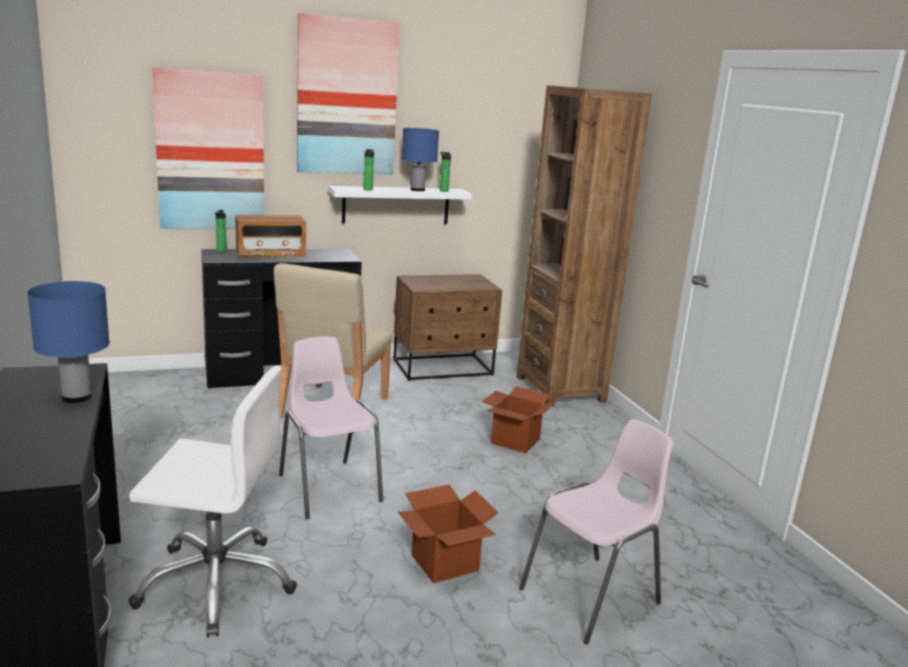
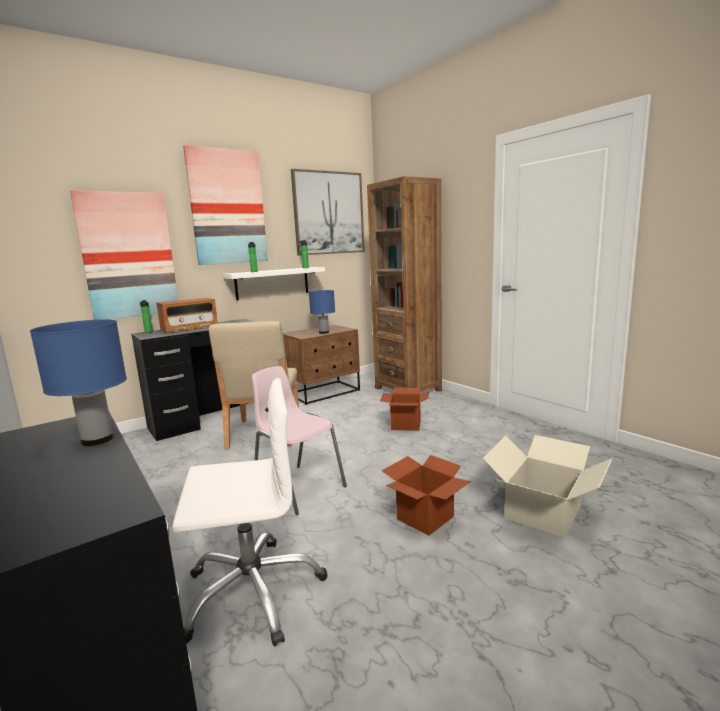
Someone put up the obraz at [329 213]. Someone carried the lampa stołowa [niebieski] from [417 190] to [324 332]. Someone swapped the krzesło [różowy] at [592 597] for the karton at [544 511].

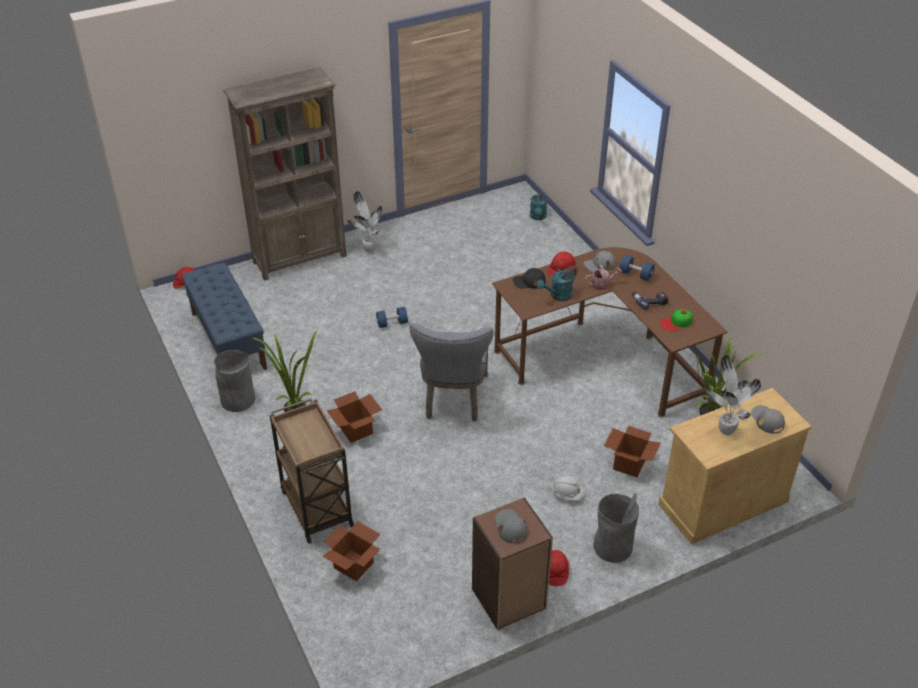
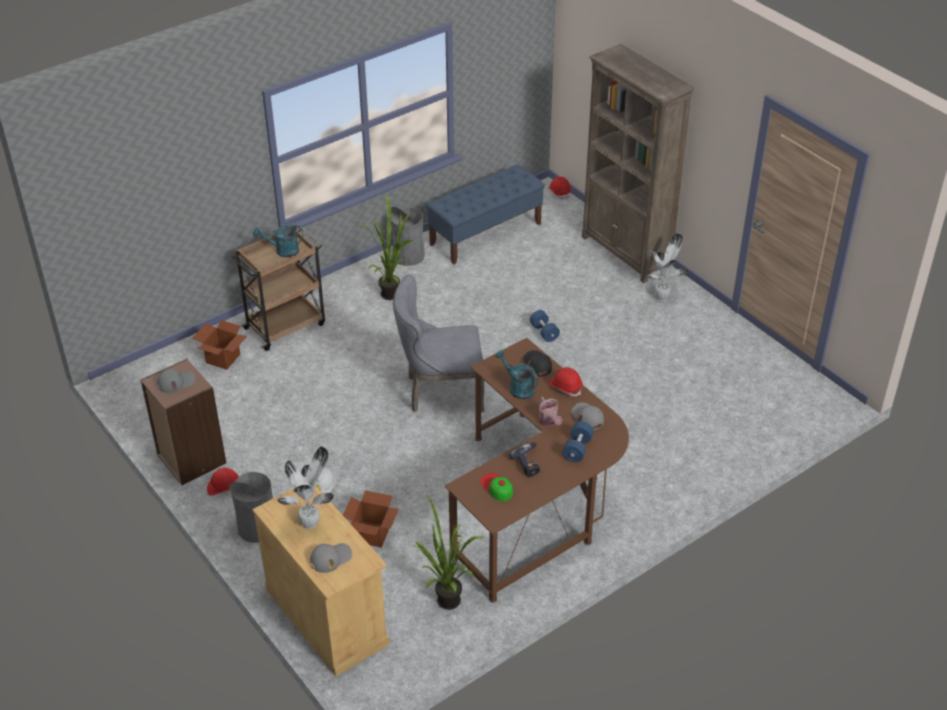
Someone carried the konewka [turkusowy] from [538 217] to [282 251]. Someone took away the karton at [355 430].

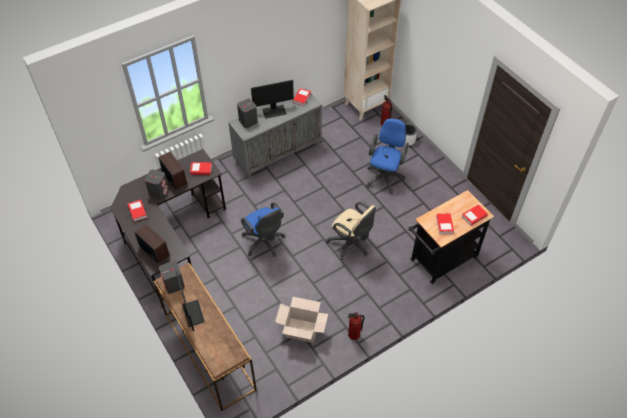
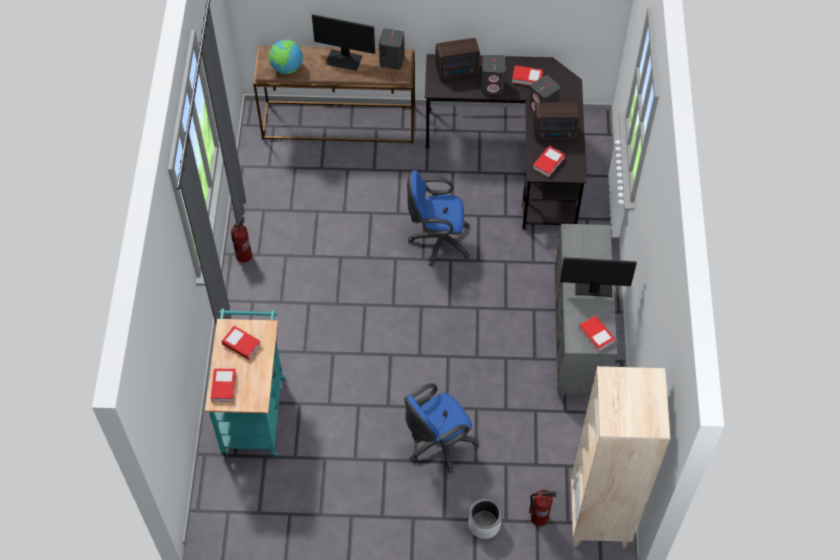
Someone repainted the wózek [czarny] at [440 261], which became the wózek [turkusowy] at [254 410]. Someone put down the globus at [287 68]. Someone rotated the krzesło biurowe [niebieski] at [385 176] by 90 degrees clockwise. Someone carried the głośnik [szary] from [248 121] to [492 86]. Someone rotated the monitor at [274 111] by 75 degrees clockwise. Someone took away the karton at [301 330]. Someone took away the krzesło biurowe [beżowy] at [351 244].

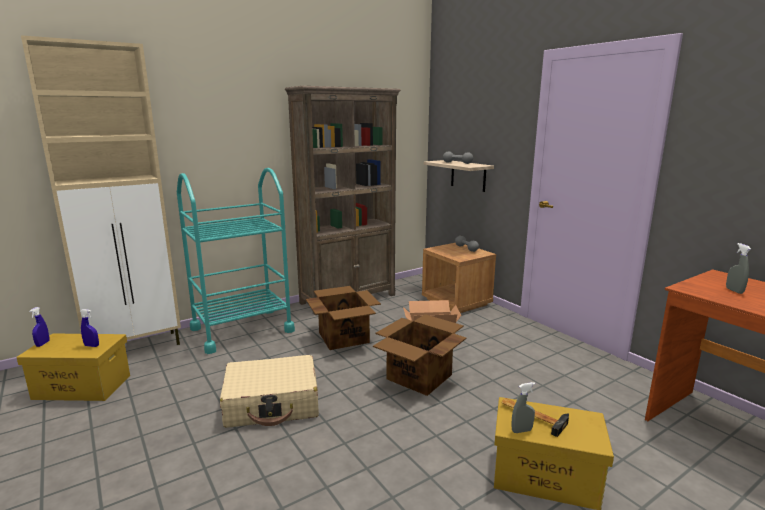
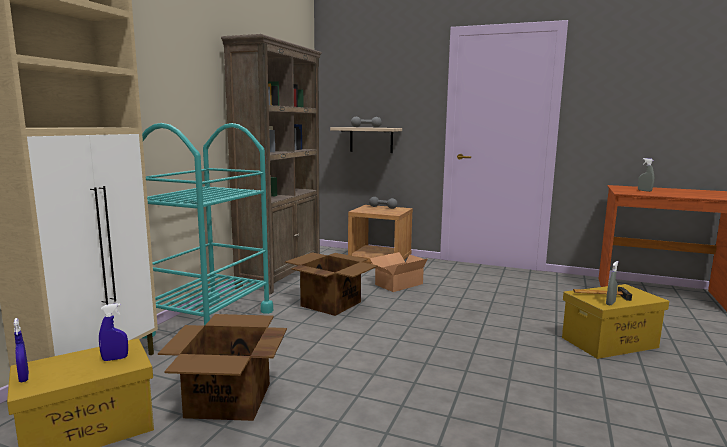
Someone carried the karton from [418 377] to [228 400]. Someone took away the walizka [beżowy] at [272 403].

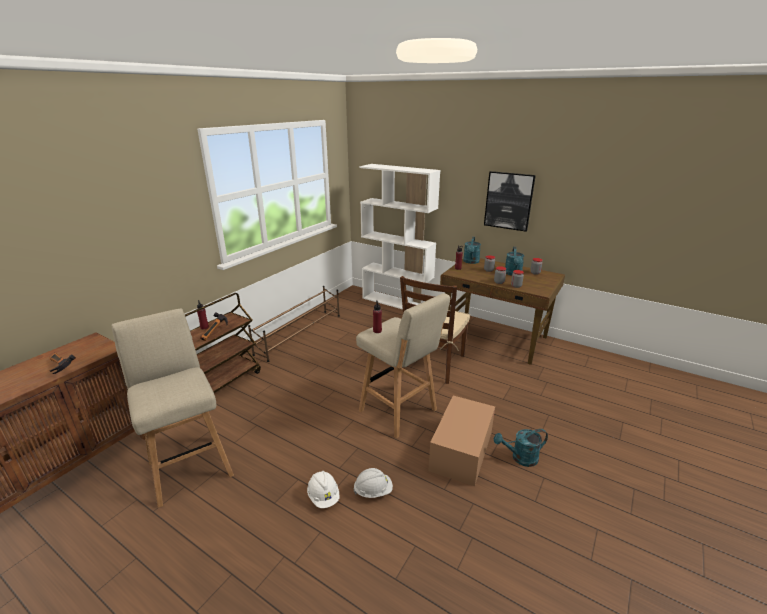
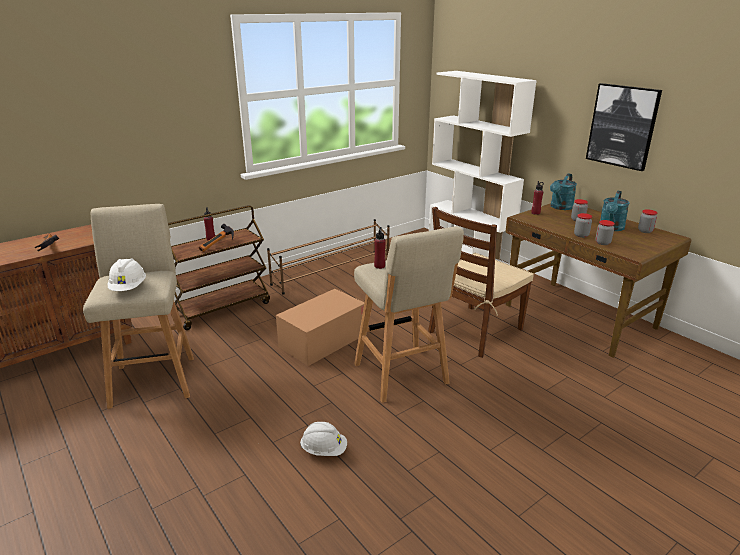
Someone carried the kask [biały] from [323 496] to [129 288]. Someone carried the karton from [461 451] to [323 340]. Someone took away the konewka [turkusowy] at [520 458].

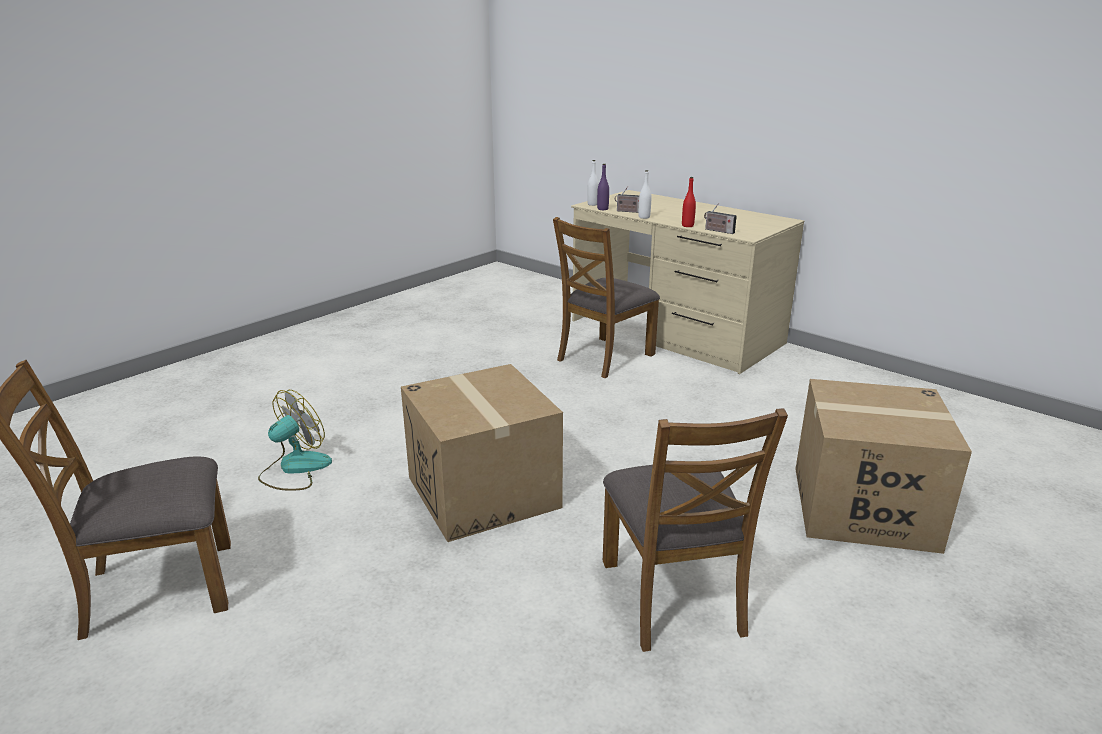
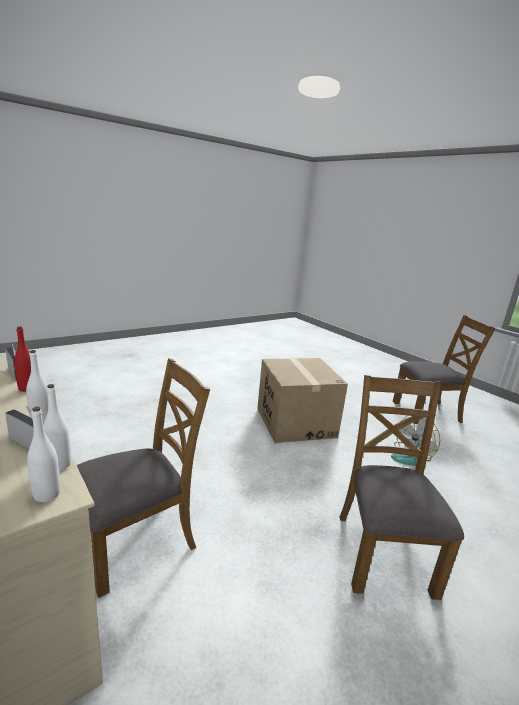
Someone repainted the butelka [fioletowy] at [602 209], which became the butelka [biały] at [59 464]. Someone carried the krzesło [brązowy] from [673 597] to [382 552]. Someone took away the karton at [863 507].

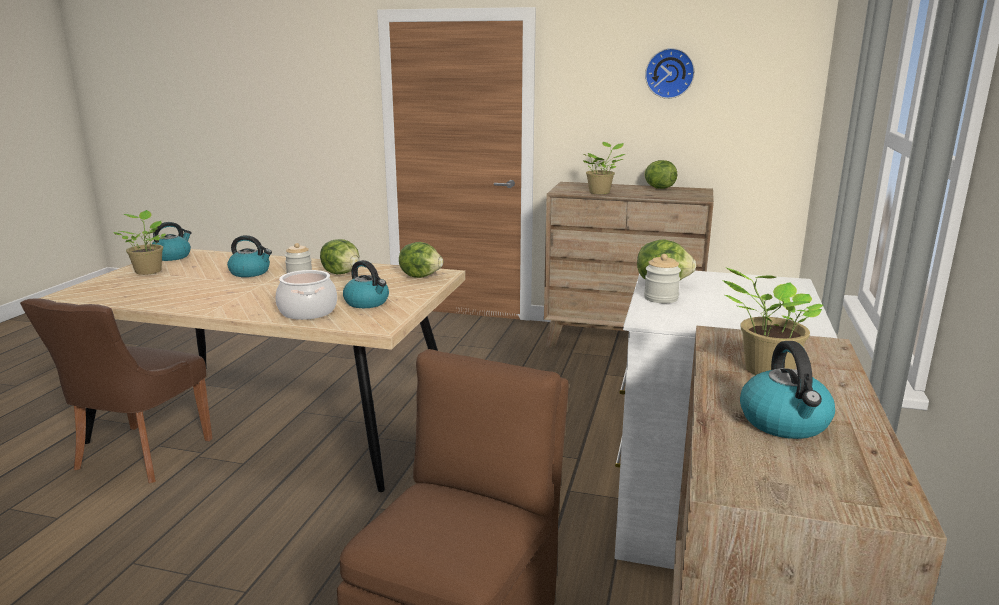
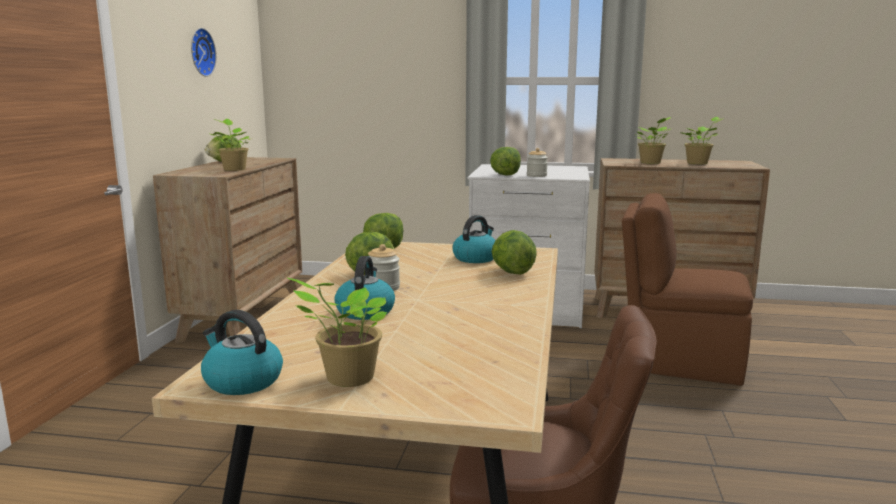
Someone swapped the garnek at [307 311] for the sałata at [511 272]. Someone swapped the czajnik at [785 423] for the roślina doniczkowa at [699 163].

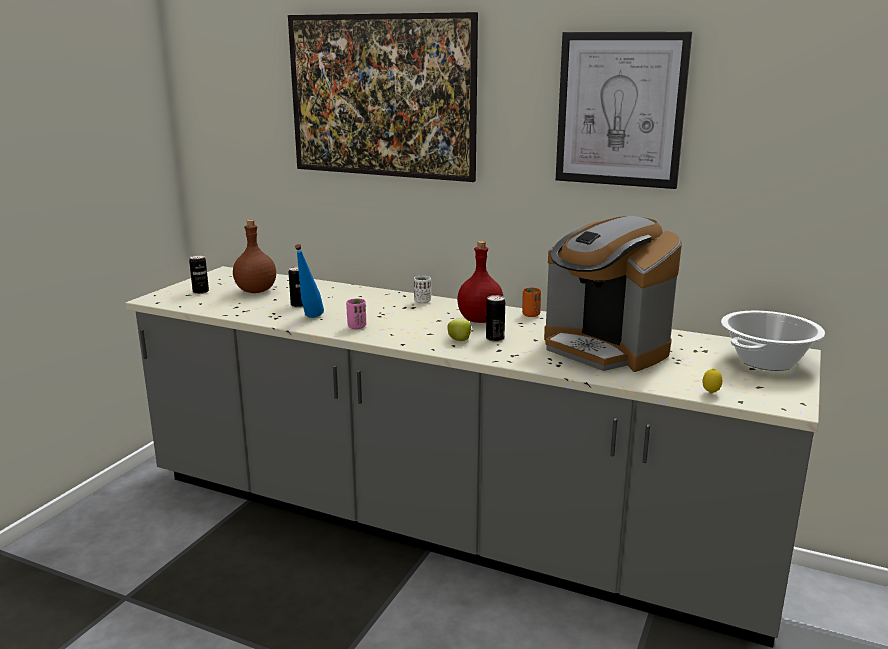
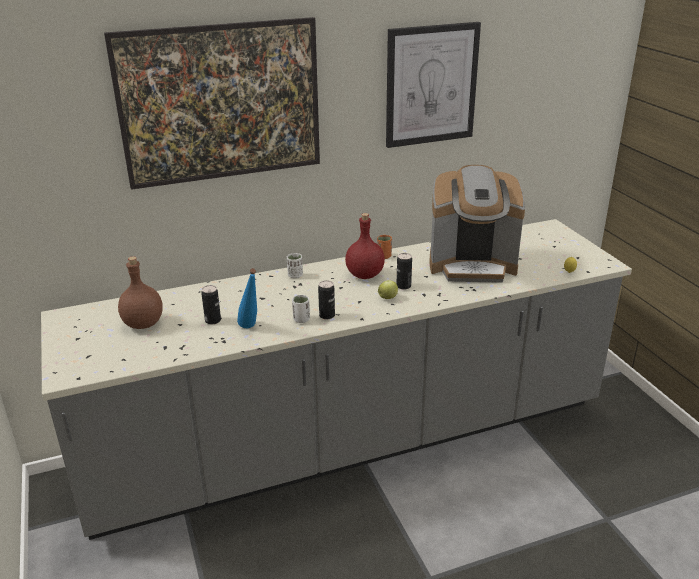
Someone repainted the filiżanka [różowy] at [356 327], which became the filiżanka [biały] at [301 319]. Someone carried the puszka from [200 291] to [327 315]. Someone took away the garnek at [766 361].

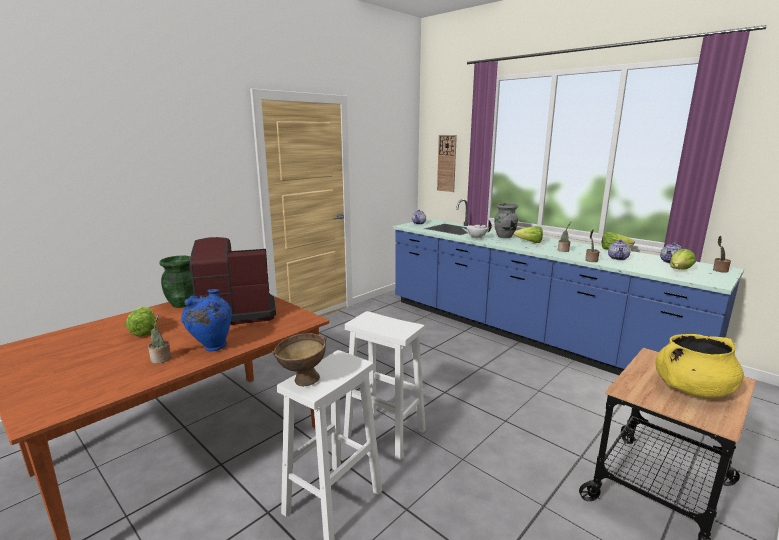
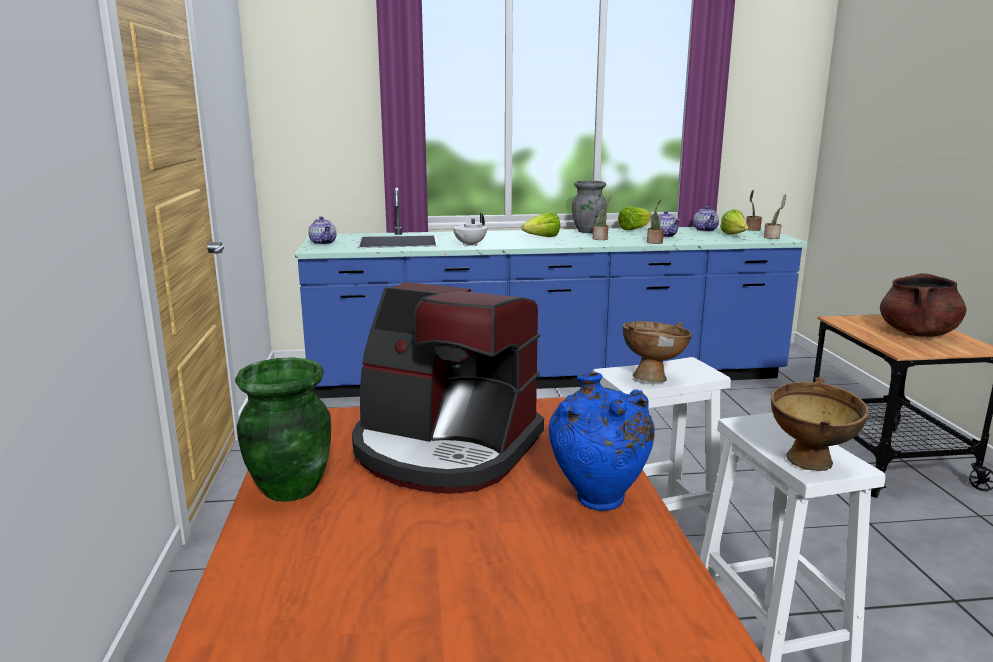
Someone rotated the ekspres do kawy at [235 312] by 90 degrees counterclockwise. Someone carried the wazon [szary] from [505 236] to [588 231]. Someone put down the miska [brązowy] at [654 377]. Someone carried the roślina doniczkowa from [161 359] to [772 237]. Someone repainted the garnek [żółty] at [692 389], which became the garnek [brązowy] at [917 333]. Someone took away the sałata at [144 331]. Someone took away the zegar ścienny at [447 163].

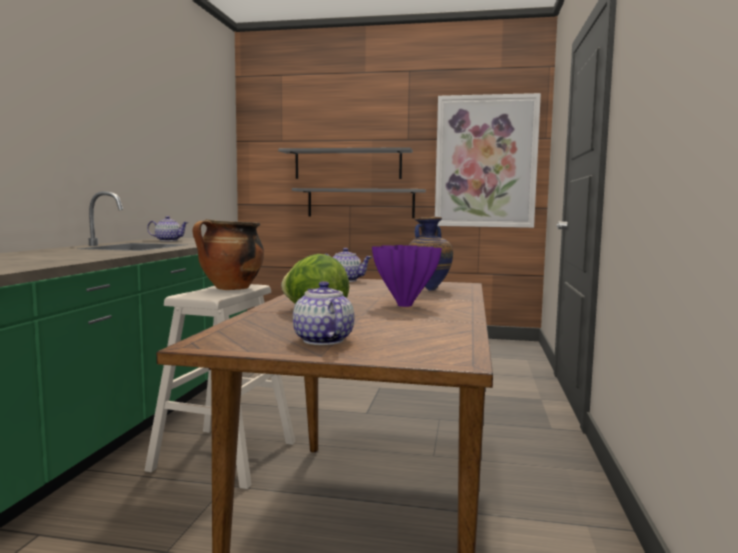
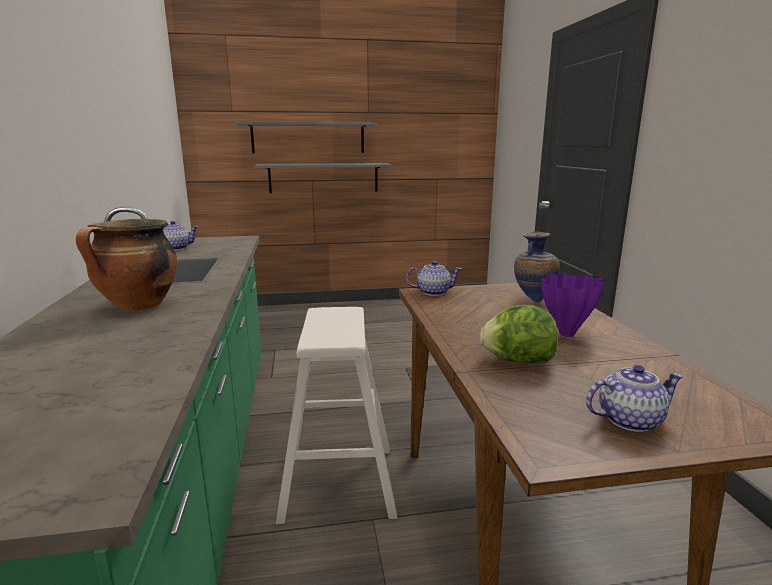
Someone carried the garnek from [231 288] to [138 306]. Someone rotated the imbryk at [322 340] by 120 degrees clockwise. Someone took away the obraz at [485 162].

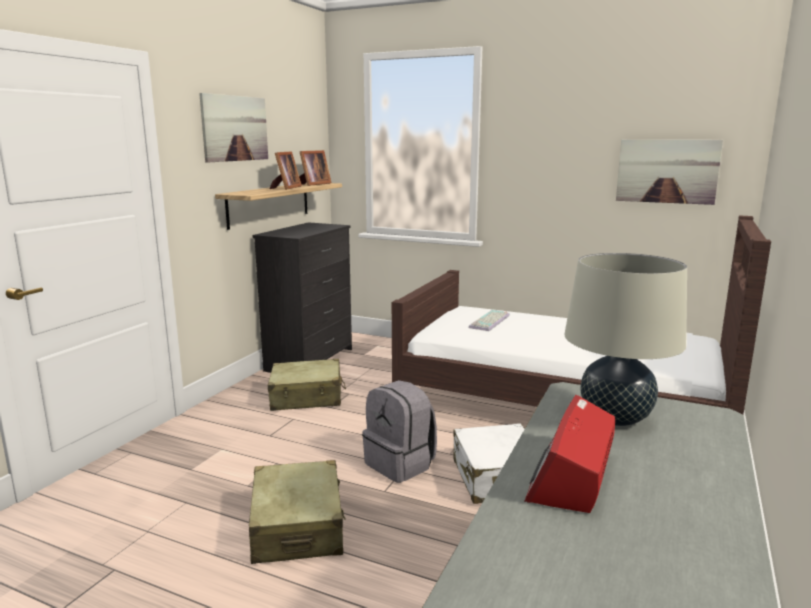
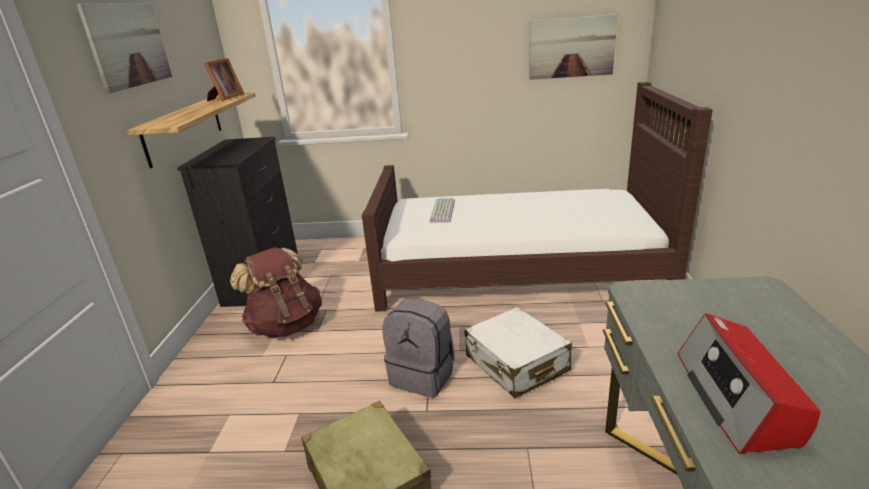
Someone swapped the walizka [beżowy] at [307 397] for the plecak [brązowy] at [286 325]. Someone took away the ramka na zdjęcie at [286 188]. Someone took away the lampa stołowa [beżowy] at [615 418].

